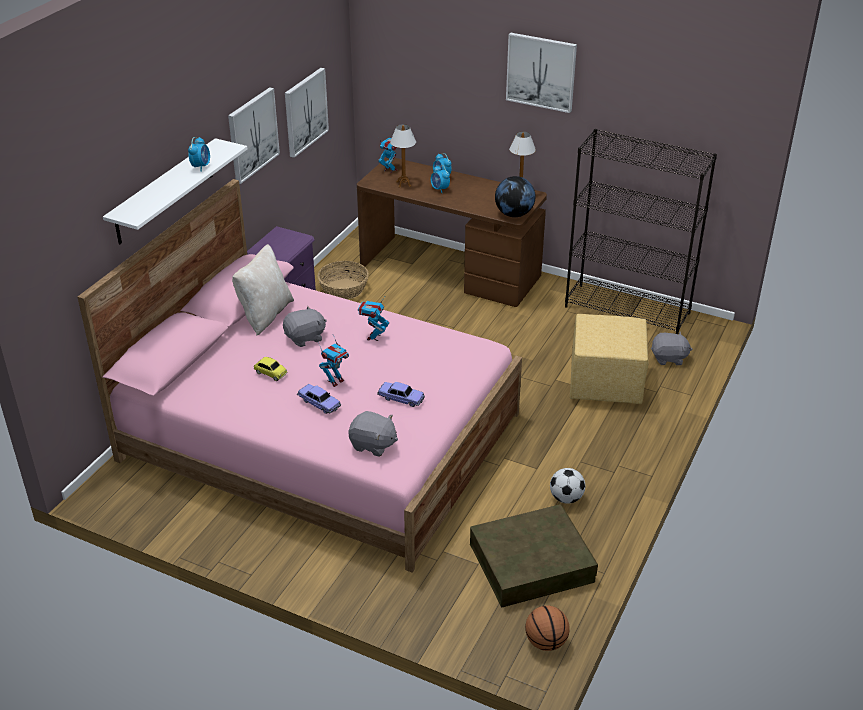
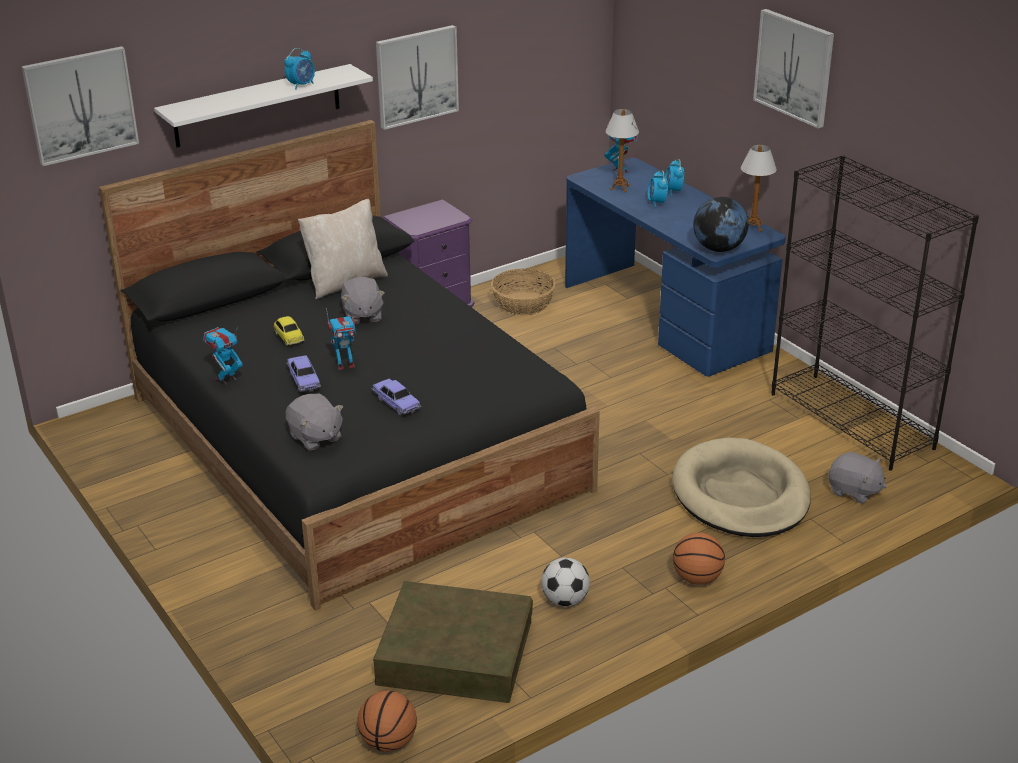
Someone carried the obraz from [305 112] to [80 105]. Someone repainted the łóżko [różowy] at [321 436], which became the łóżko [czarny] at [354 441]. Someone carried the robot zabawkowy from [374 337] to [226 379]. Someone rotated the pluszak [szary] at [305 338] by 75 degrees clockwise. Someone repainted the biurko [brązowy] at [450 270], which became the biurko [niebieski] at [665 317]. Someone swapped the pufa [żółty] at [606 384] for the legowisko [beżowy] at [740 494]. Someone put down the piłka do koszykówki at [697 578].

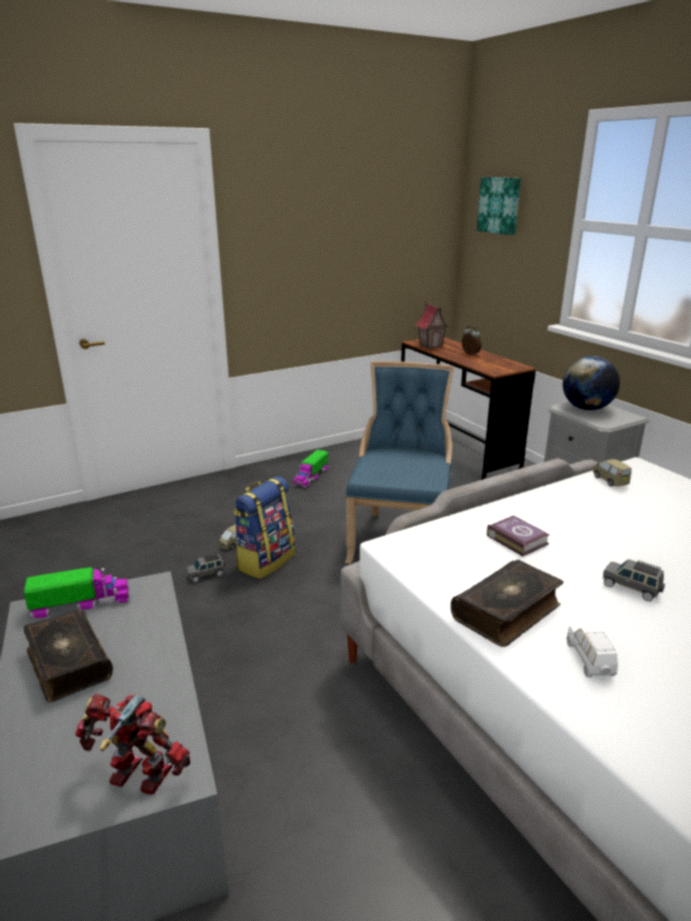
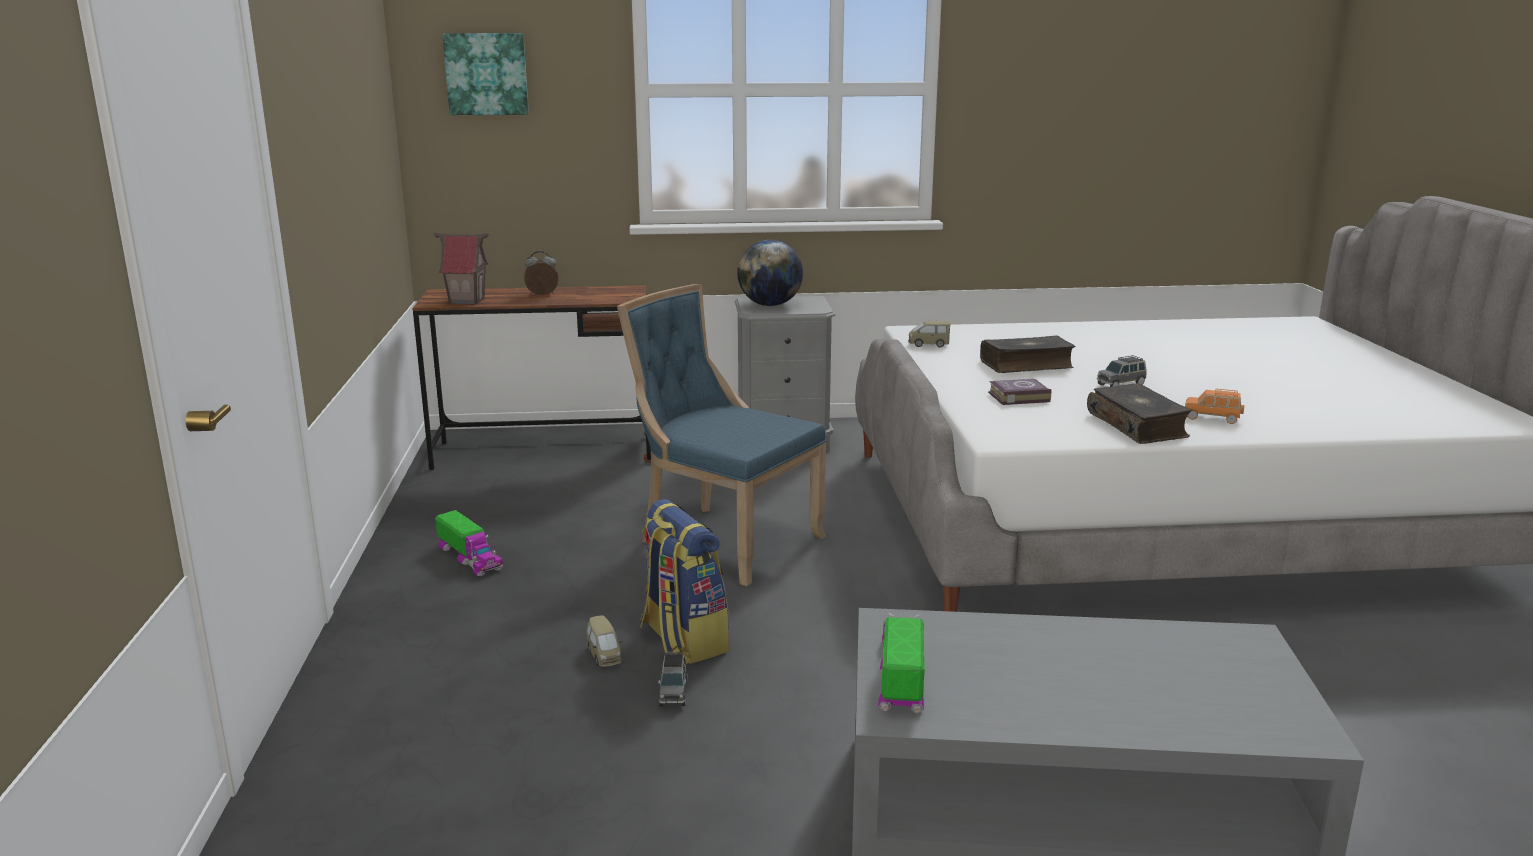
Someone carried the książka from [67 664] to [1026 365]. Someone repainted the samochodzik [biały] at [589 660], which became the samochodzik [pomarańczowy] at [1212 418]. Someone took away the robot zabawkowy at [139 779].

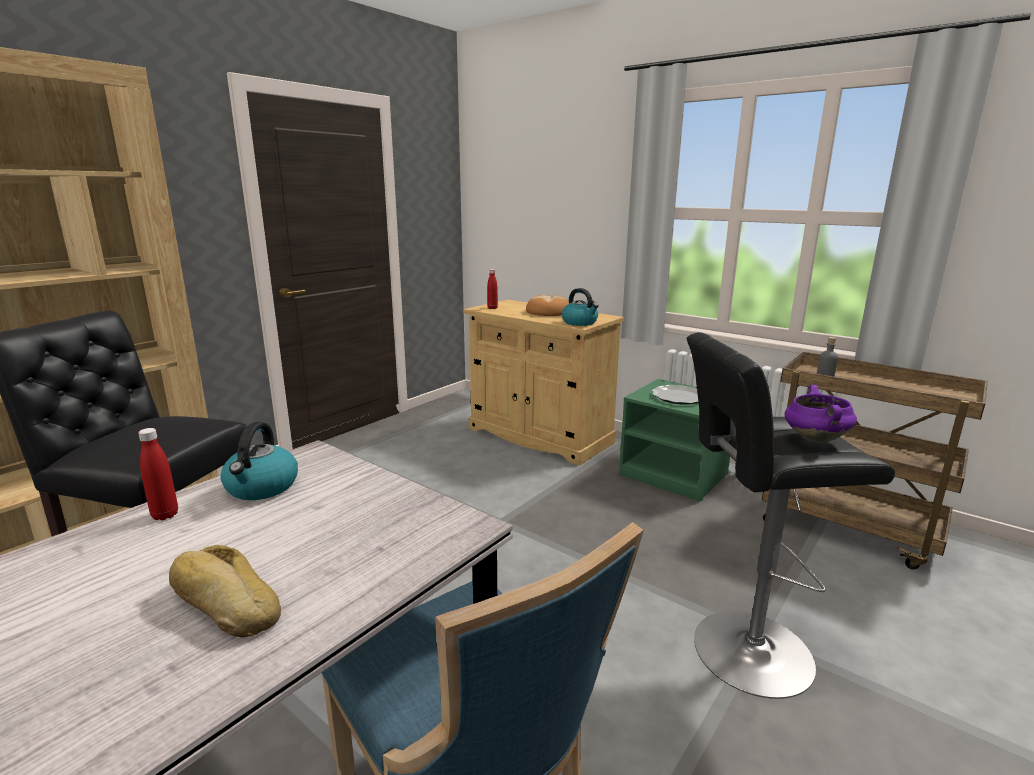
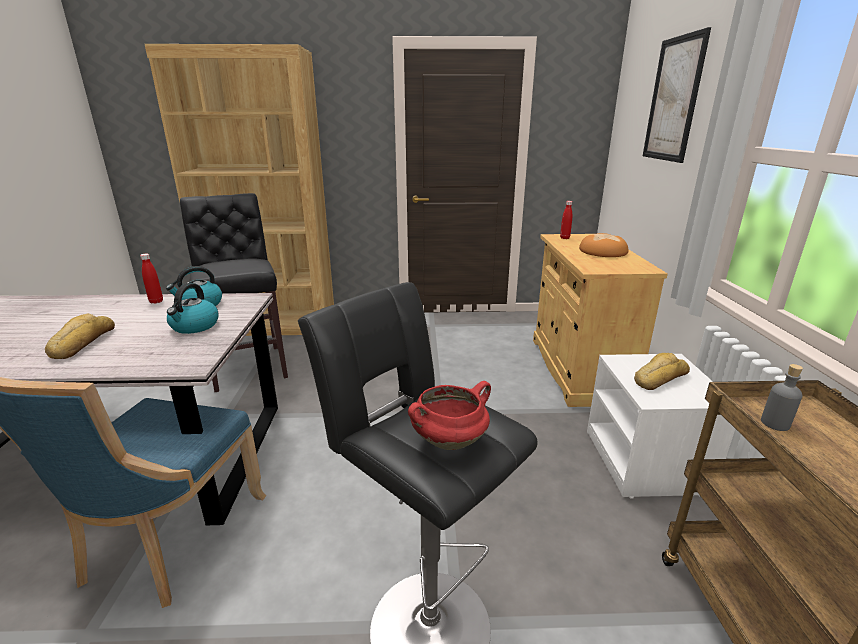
Someone carried the czajnik from [580 322] to [194 326]. Someone repainted the garnek [fioletowy] at [814 438], which became the garnek [czerwony] at [450 440]. Someone repainted the szafka nocna [zielony] at [674 475], which became the szafka nocna [biały] at [646 462]. Someone swapped the talerz at [679 397] for the chleb at [658 377]. Someone put up the obraz at [673 100].

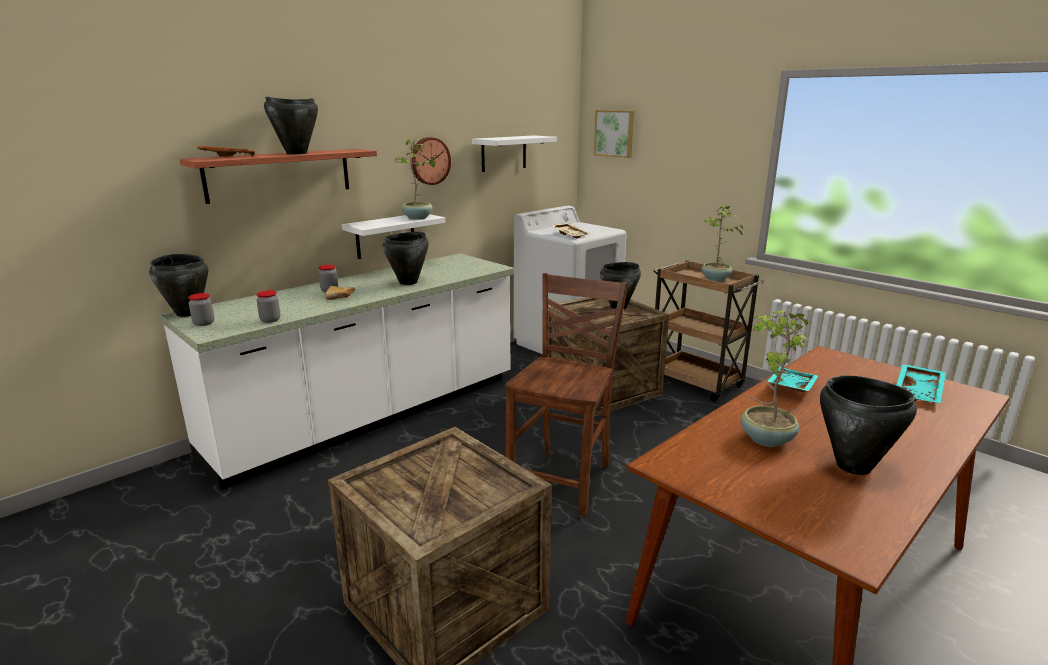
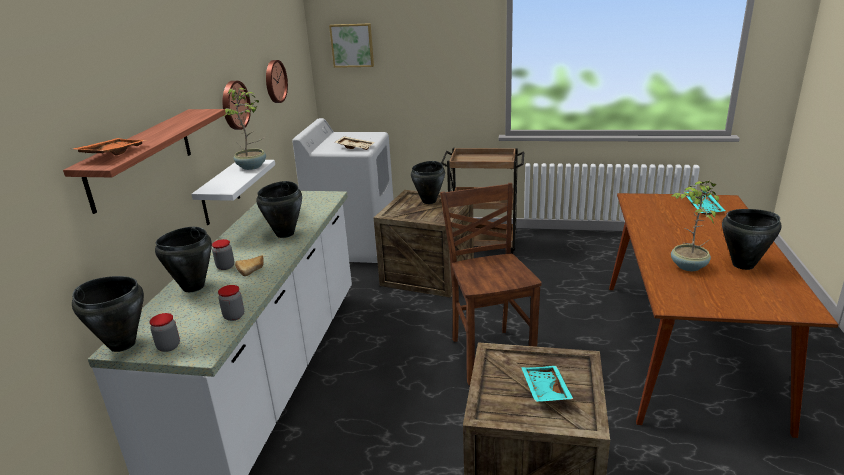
Someone carried the garnek [czarny] from [296 153] to [192 287]. Someone swapped the półka [biały] at [504 153] for the zegar ścienny at [274 81]. Someone carried the taca [turkusowy] from [790 387] to [544 390]. Someone took away the roślina doniczkowa at [715 279].

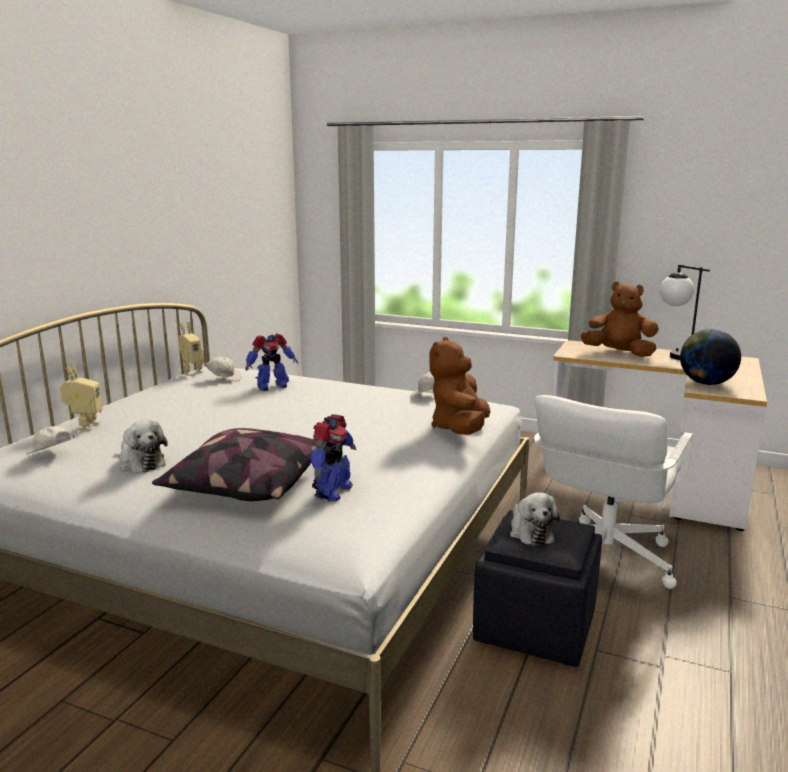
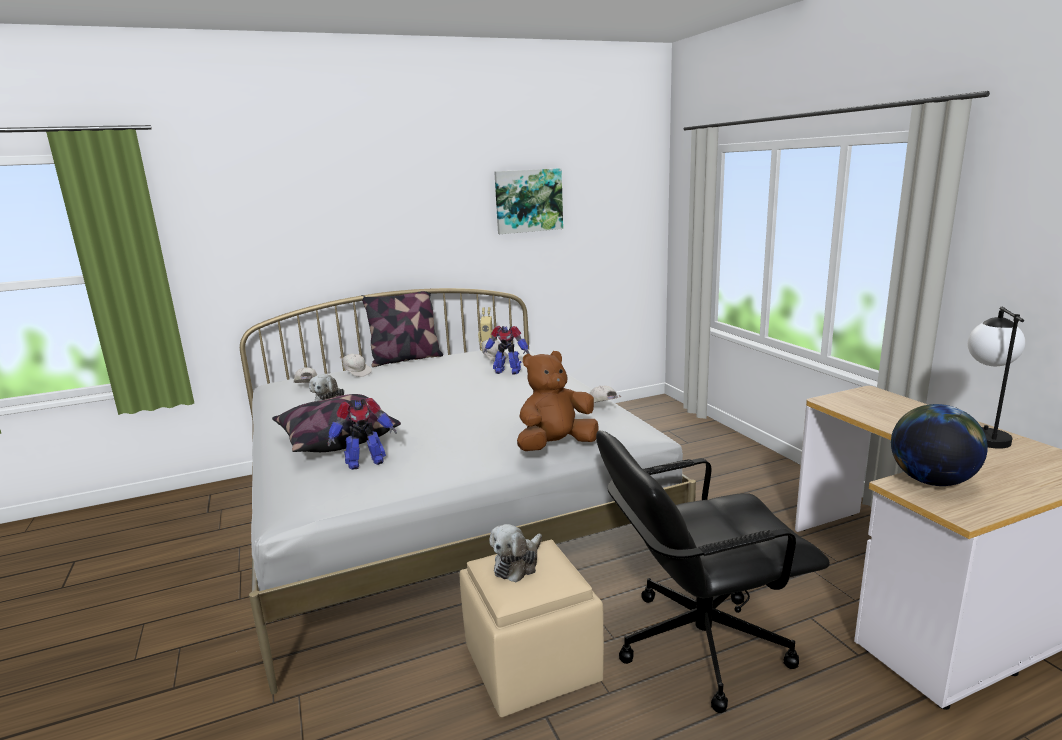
Someone swapped the robot zabawkowy at [85 426] for the czapka z daszkiem [biały] at [357 373]. Someone put down the poduszka at [406 359]. Someone repainted the pufa [czarny] at [534 626], which became the pufa [beżowy] at [532 663]. Someone put up the obraz at [528 201]. Someone repainted the krzesło biurowe [biały] at [603 558], which became the krzesło biurowe [czarny] at [699 643]. Someone took away the pluszak [brązowy] at [619 353].

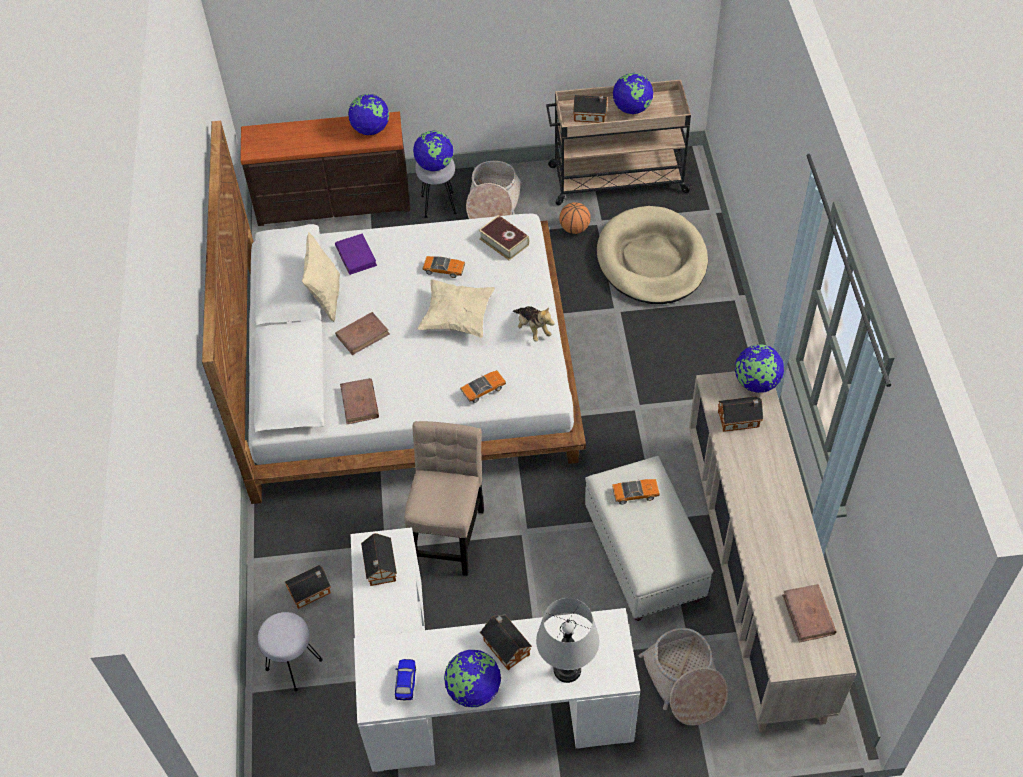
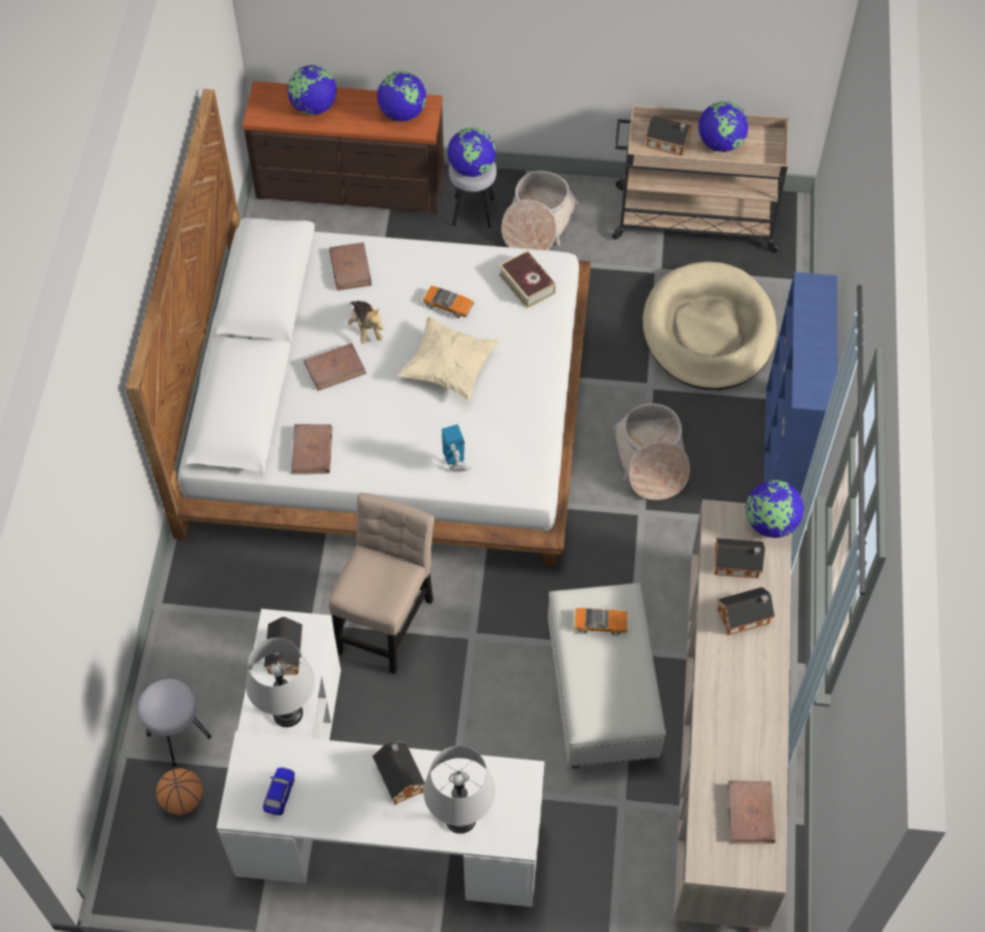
Someone carried the piłka do koszykówki from [574 229] to [182 799]. Someone put down the lampa stołowa [szary] at [287 713]. Someone carried the globus from [473 690] to [313 107]. Someone repainted the książka [fioletowy] at [356 256], which became the książka [brązowy] at [350 268]. Someone carried the pluszak from [532 329] to [366 328]. Someone swapped the samochodzik at [483 389] for the robot zabawkowy at [456 463]. Someone carried the koszyk from [684 682] to [651 460]. Someone carried the domek from [311 591] to [745 616]. Someone put down the regał [niebieski] at [784 455]. Someone took away the poduszka [beżowy] at [325 297].

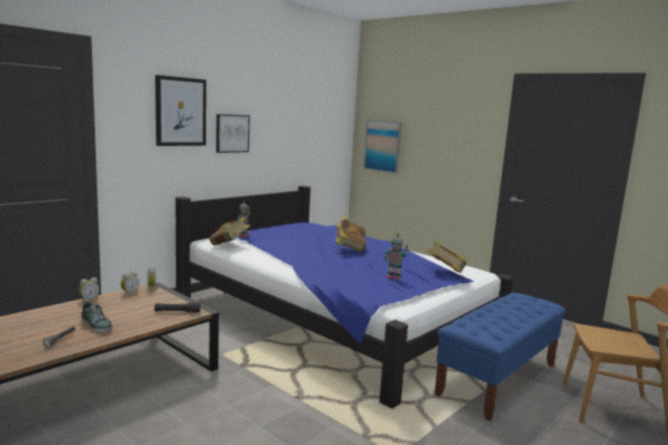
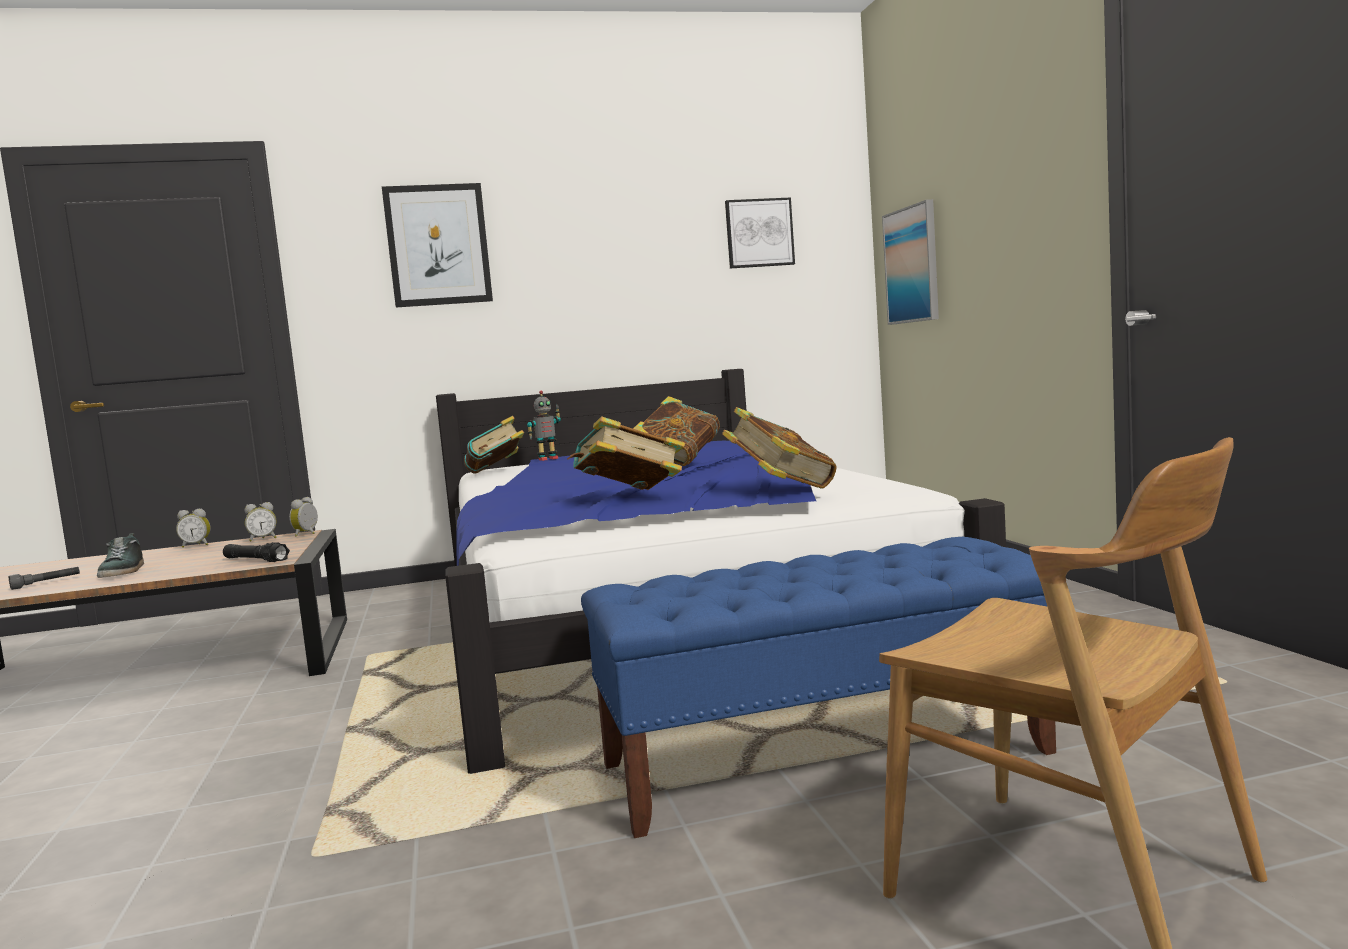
Someone swapped the robot zabawkowy at [394 277] for the książka at [628 496]. Someone carried the obraz from [232 133] to [759 233].

